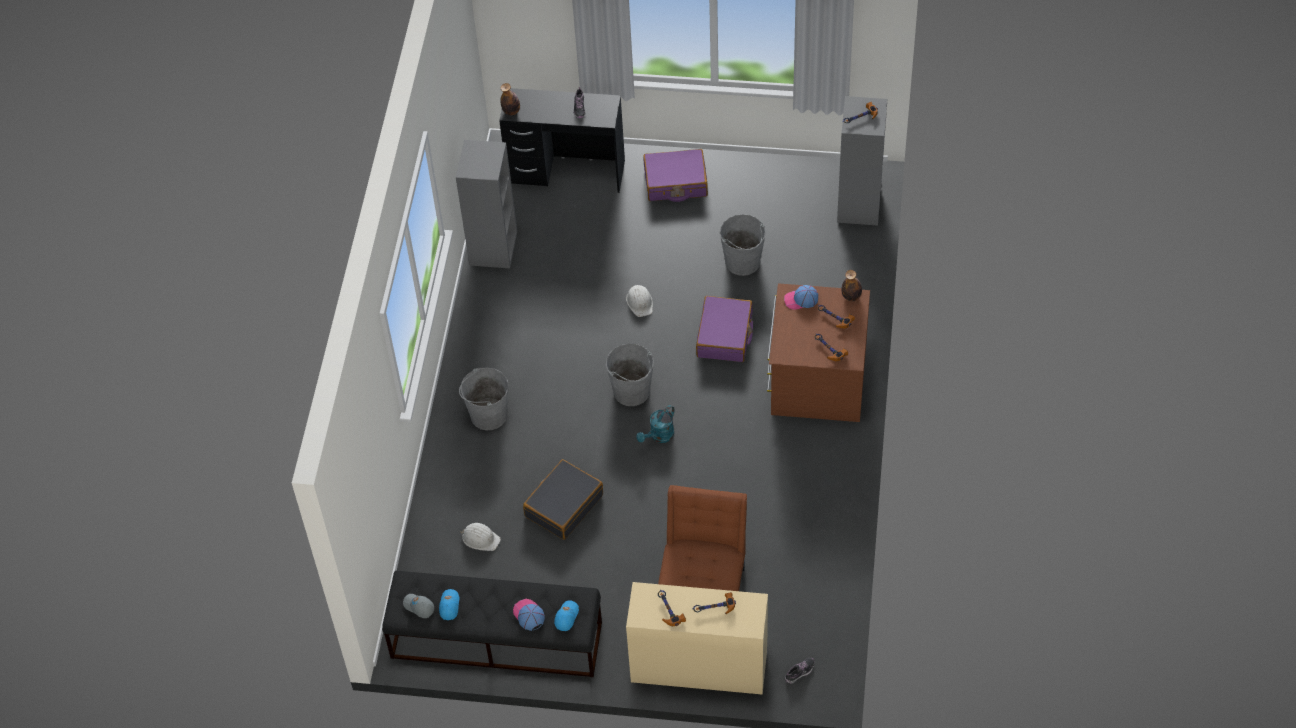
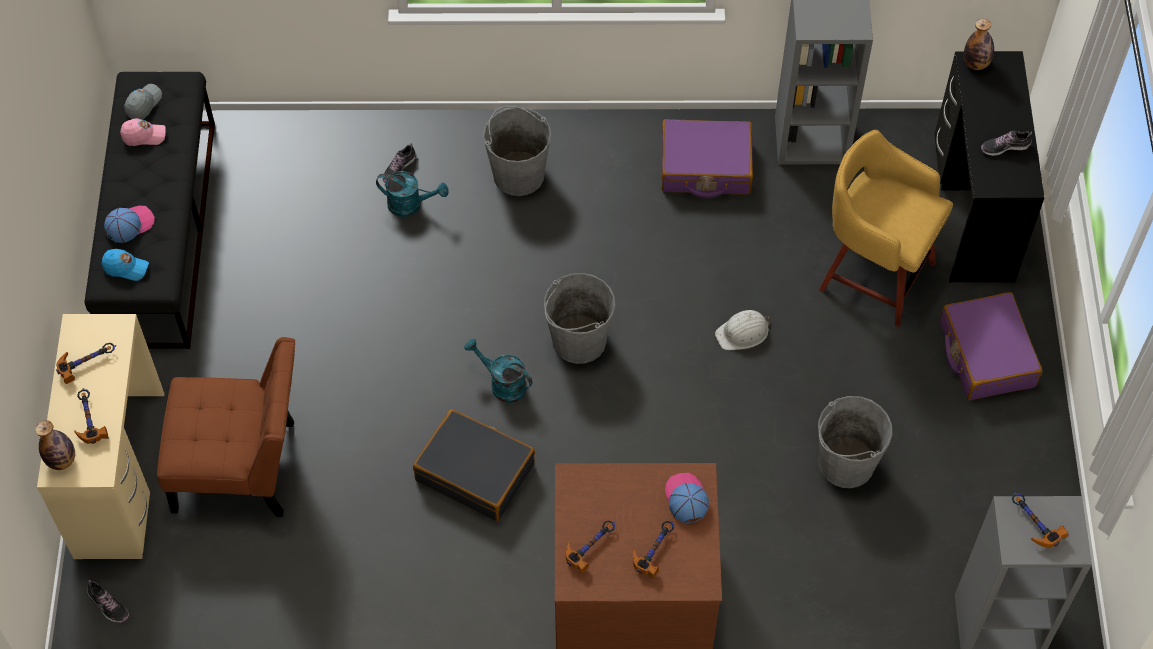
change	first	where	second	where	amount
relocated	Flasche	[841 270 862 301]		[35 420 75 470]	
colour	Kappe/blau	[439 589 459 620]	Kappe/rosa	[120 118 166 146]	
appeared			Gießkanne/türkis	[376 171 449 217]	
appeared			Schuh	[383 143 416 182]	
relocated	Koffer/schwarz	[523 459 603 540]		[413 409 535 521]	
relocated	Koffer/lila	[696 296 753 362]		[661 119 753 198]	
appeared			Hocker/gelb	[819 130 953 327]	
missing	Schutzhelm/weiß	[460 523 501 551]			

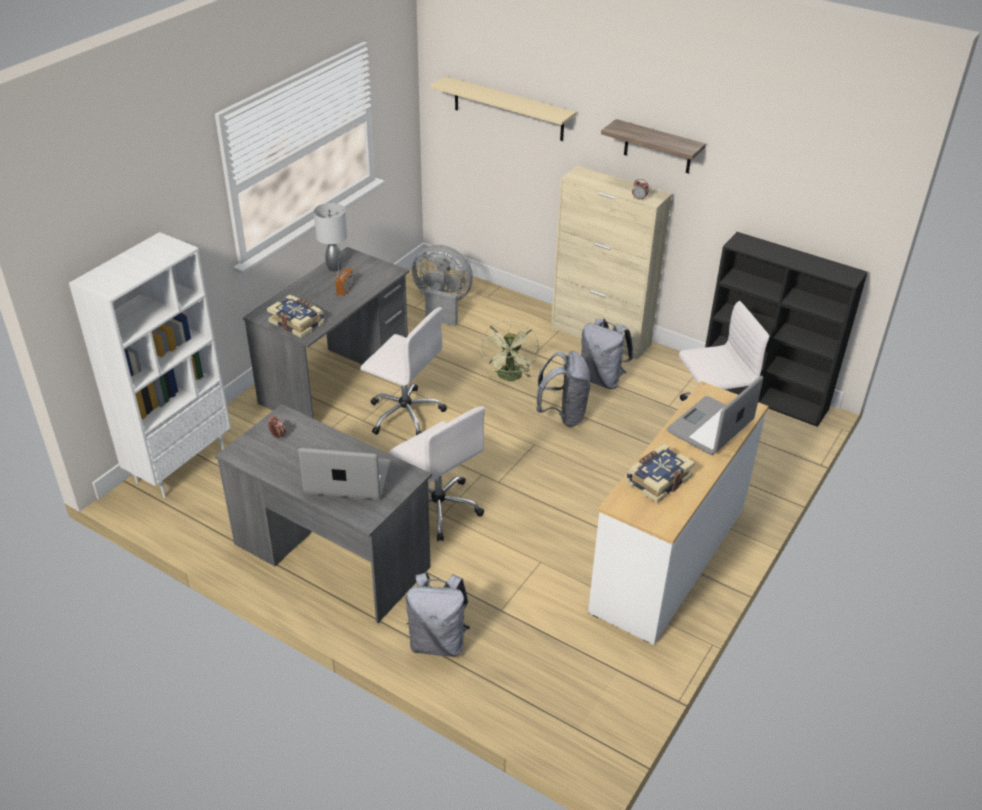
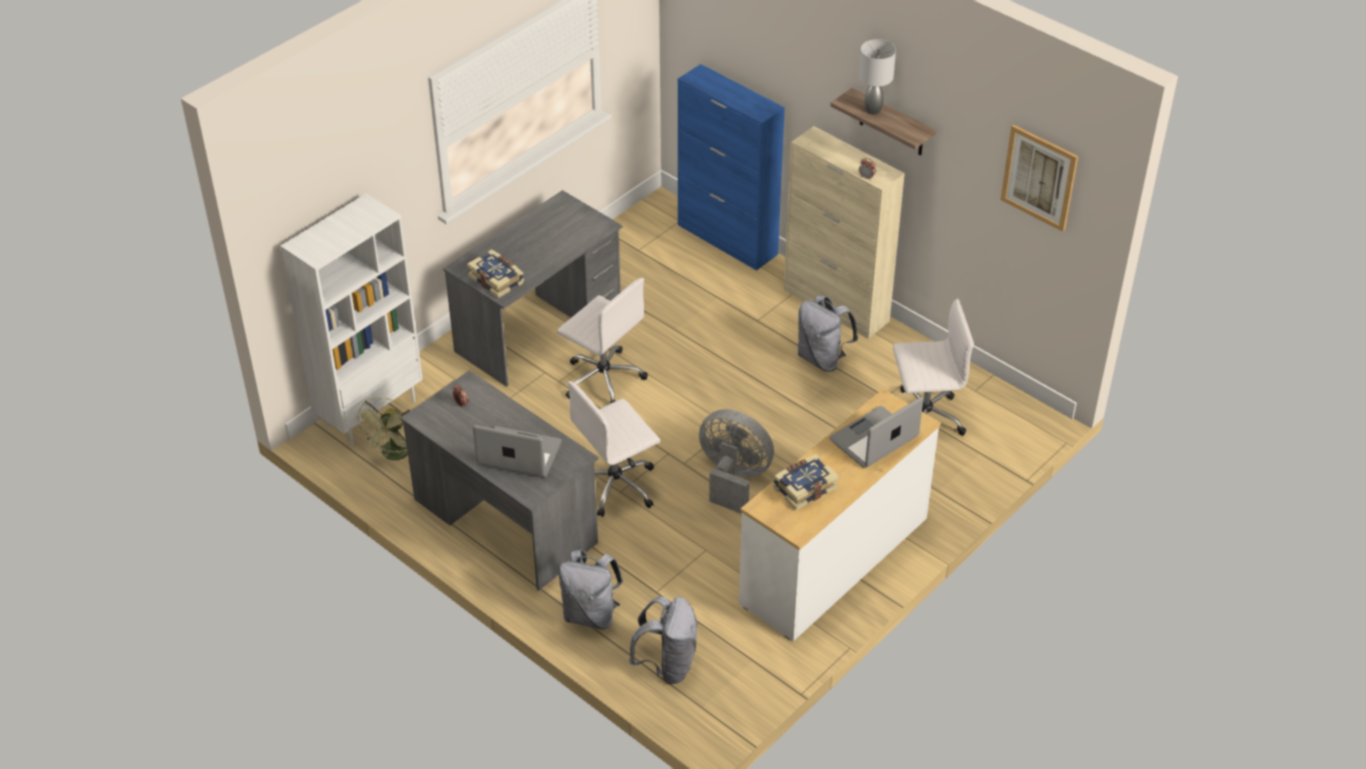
change	first	where	second	where	amount
relocated	Ventilator/grün	[481 320 539 381]		[355 397 410 460]	
spun	Bürostuhl/weiß	[389 406 485 542]		[567 381 660 517]	90 degrees clockwise
relocated	Rucksack/grau	[536 351 591 427]		[629 596 698 684]	
appeared			Schrank/blau	[678 64 785 271]	
relocated	Ventilator/grau	[412 245 473 326]		[699 409 774 514]	
relocated	Tischlampe/grau	[314 203 347 271]		[859 39 896 114]	
appeared			Bild	[1000 125 1078 232]	
missing	Radio	[335 255 354 296]			
missing	Wandregal/beige	[430 76 576 141]			
missing	Bücherregal/schwarz	[705 232 868 427]			

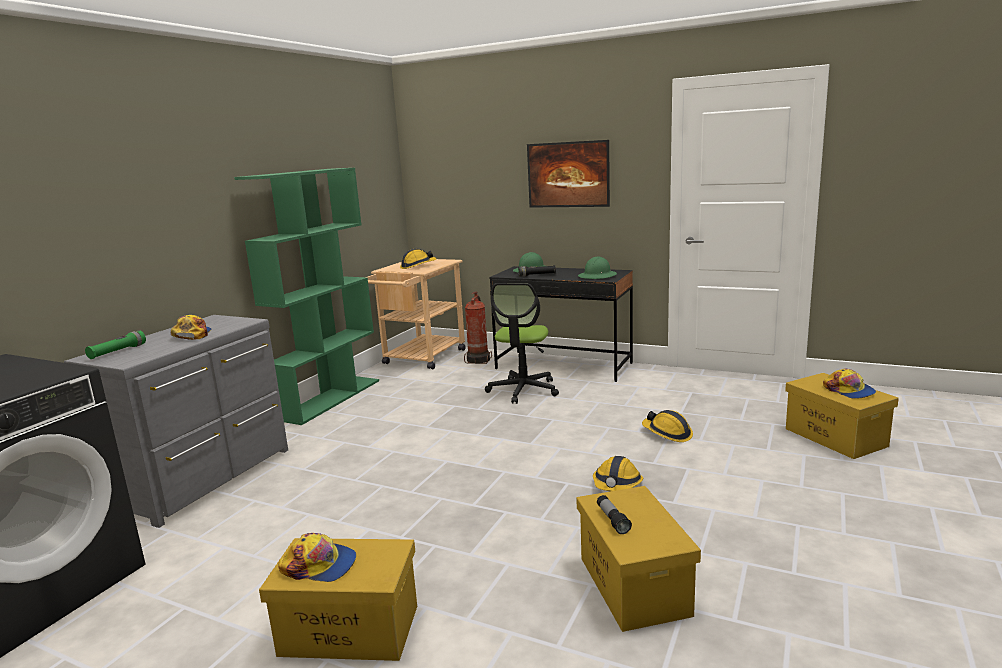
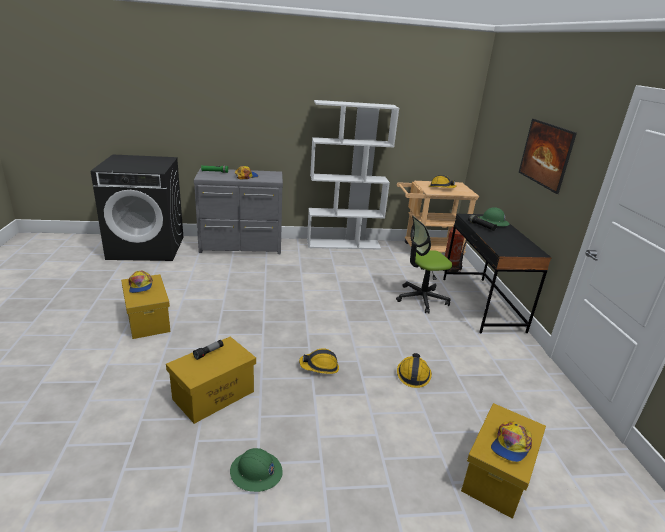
change	first	where	second	where	amount
relocated	Schutzhelm/grün	[578 257 617 279]		[230 448 283 492]	
colour	Bücherregal/grün	[234 168 379 425]	Bücherregal/weiß	[307 100 399 250]	

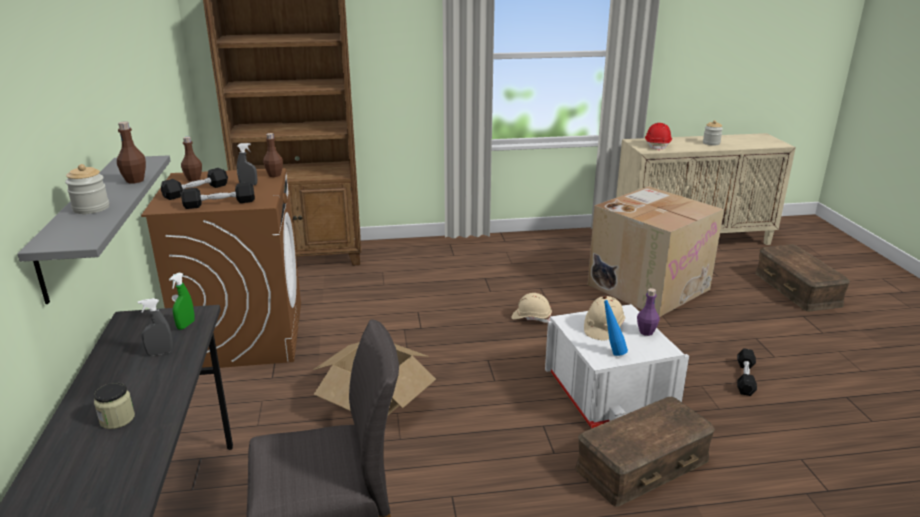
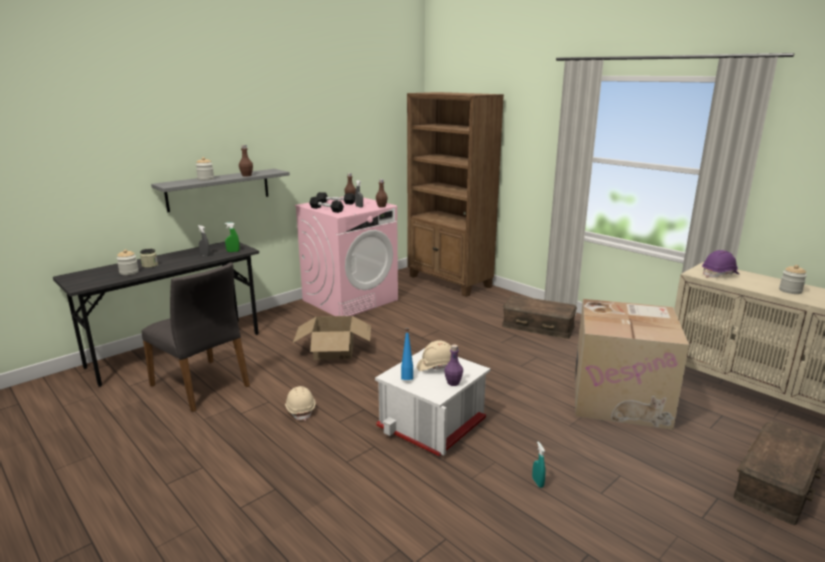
change	first	where	second	where	amount
appeared			Vorratsglas	[116 249 139 275]	
relocated	Schutzhelm/beige	[512 293 552 323]		[285 386 316 421]	
colour	Waschmaschine/braun	[141 168 301 368]	Waschmaschine/rosa	[295 196 398 316]	
relocated	Aufbewahrungsbox/braun	[575 397 715 507]		[502 295 577 339]	
exchanged	Hantel/schwarz	[737 348 757 396]	Sprühflasche/türkis	[532 442 546 488]	
colour	Schutzhelm/rot	[645 123 672 151]	Schutzhelm/lila	[702 250 739 278]	

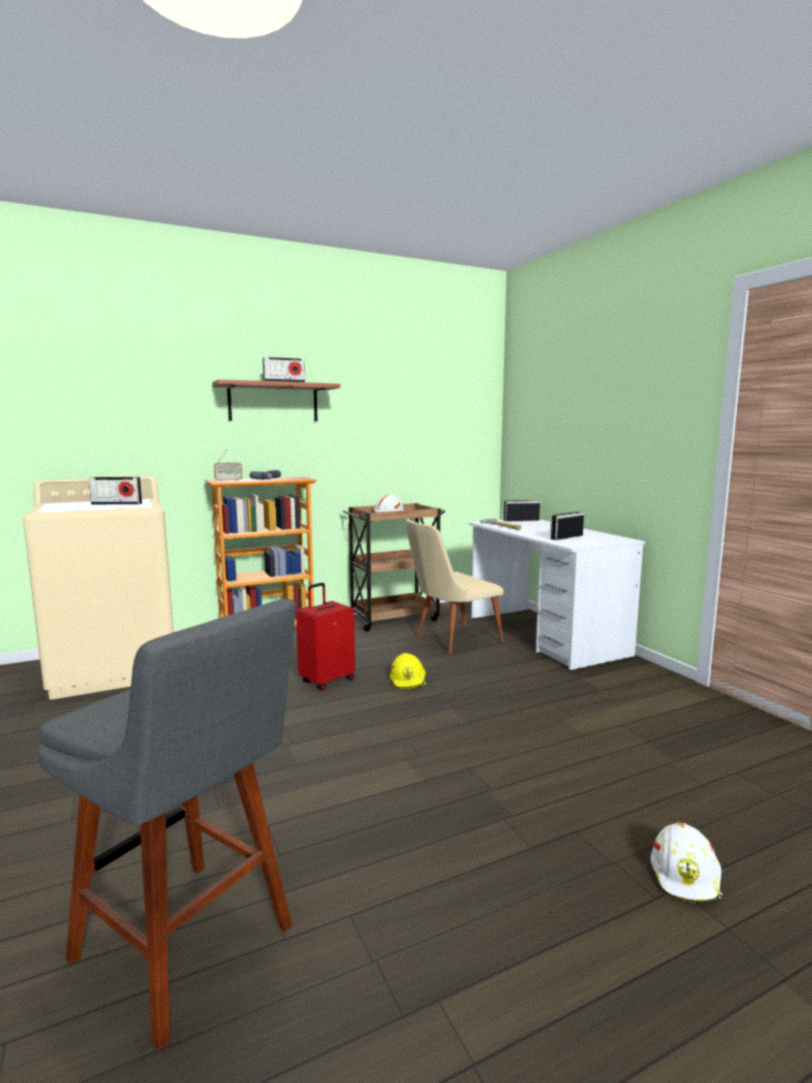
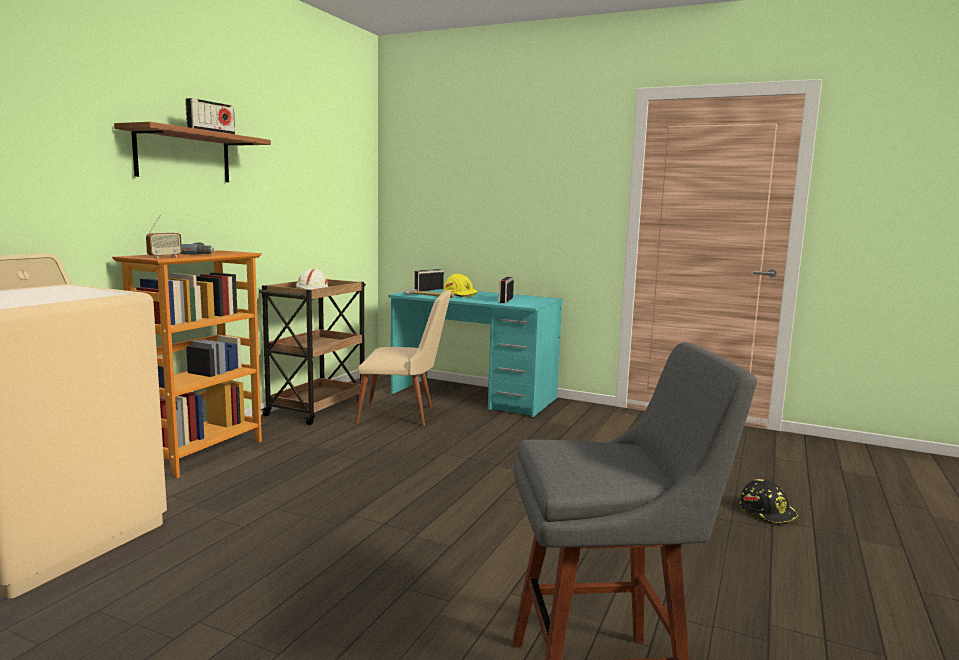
change	first	where	second	where	amount
spun	Stuhl/beige	[405 520 504 654]		[355 290 451 426]	105 degrees counterclockwise
colour	Schreibtisch/weiß	[469 519 645 671]	Schreibtisch/türkis	[388 288 563 418]	
relocated	Schutzhelm/gelb	[390 653 426 689]		[444 274 478 297]	
colour	Schutzhelm/weiß	[651 822 723 902]	Schutzhelm/schwarz	[740 479 798 525]	
missing	Radio	[89 477 142 505]			
missing	Koffer/rot	[296 583 355 690]			

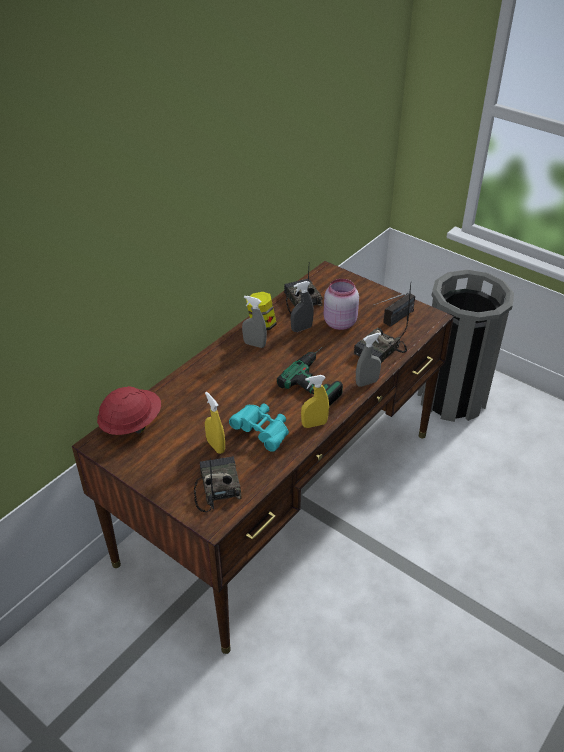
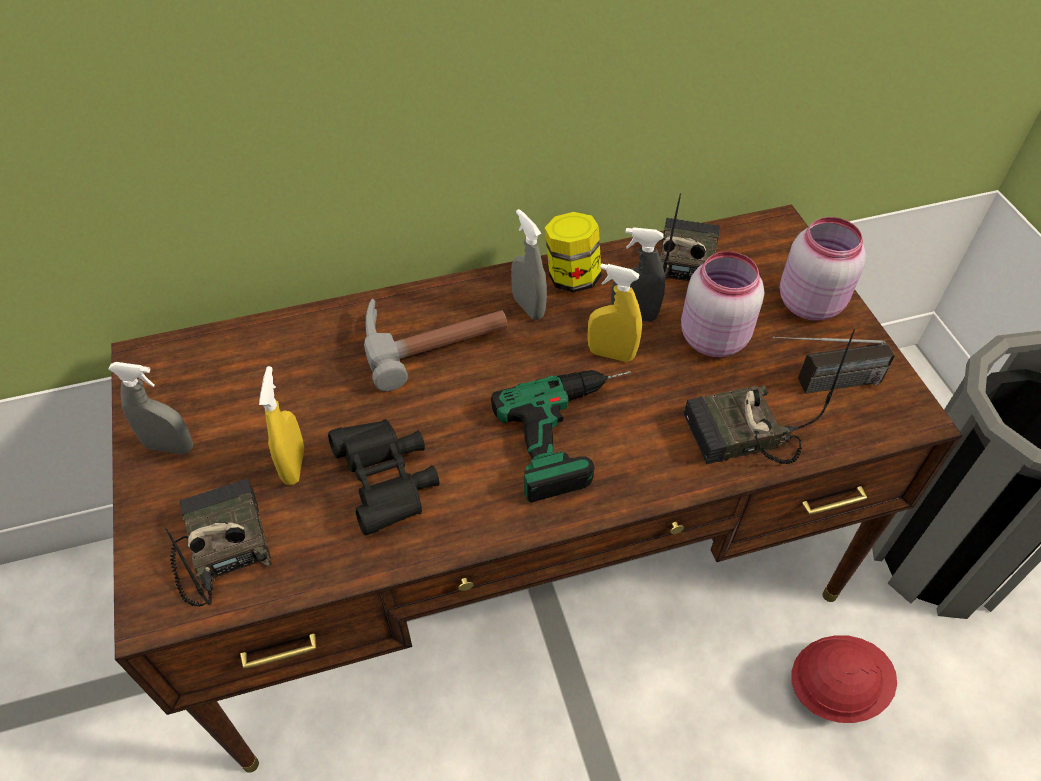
change	first	where	second	where	amount
relocated	Sprühflasche/grau	[356 332 382 387]		[108 362 193 454]	
spun	Radio	[194 456 241 512]		[165 478 272 607]	45 degrees counterclockwise
colour	Fernglas/türkis	[229 404 289 452]	Fernglas/schwarz	[328 419 439 535]	
appeared			Hammer	[364 299 507 392]	
relocated	Sprühflasche/gelb	[301 375 329 428]		[588 263 642 362]	
appeared			Vorratsglas/rosa	[780 217 866 321]	
relocated	Schutzhelm/rot	[97 386 161 435]		[791 635 897 723]	

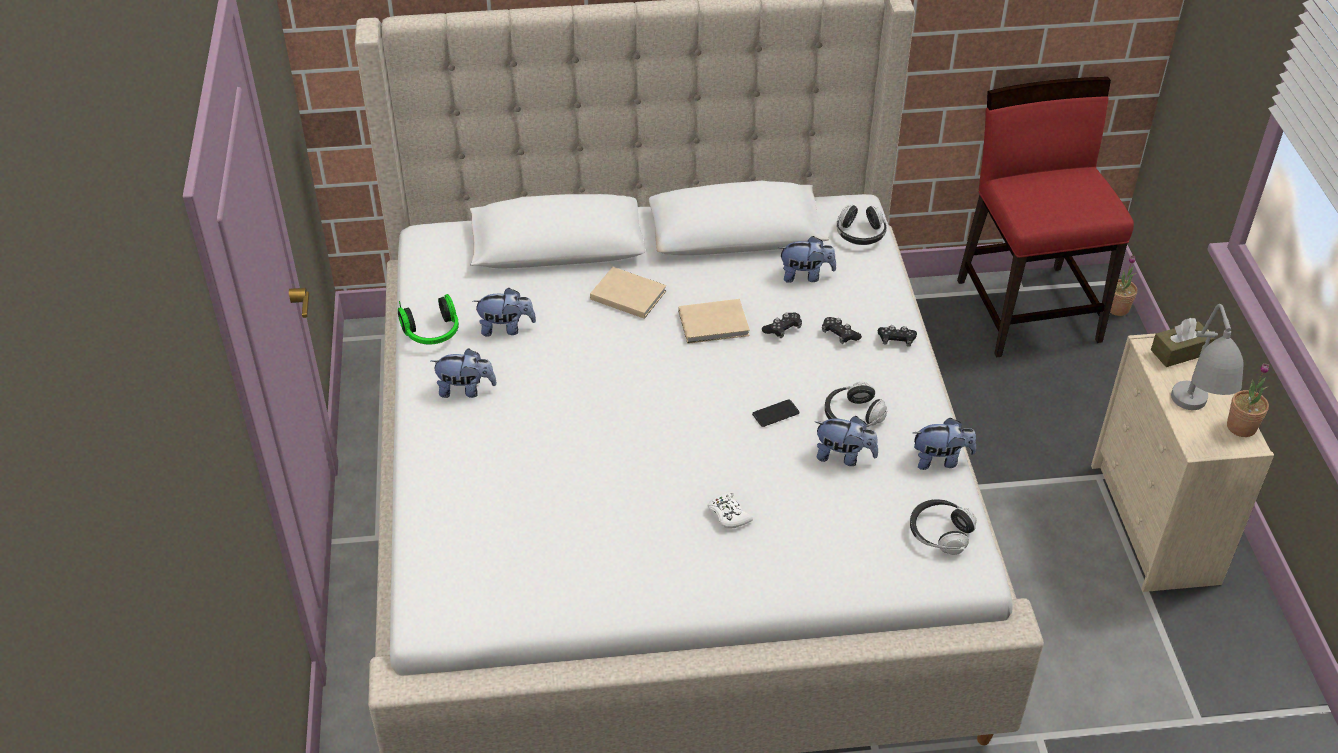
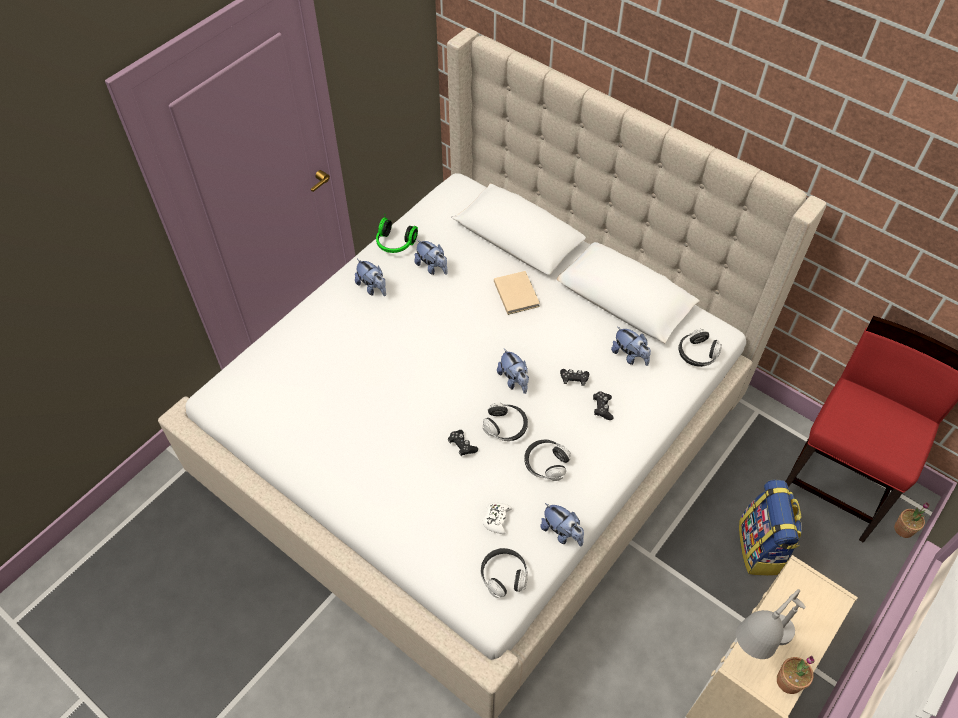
change	first	where	second	where	amount
relocated	Gamepad/schwarz	[878 325 917 347]		[448 430 478 456]	
exchanged	Handy	[752 399 800 427]	Kopfhörer	[482 402 528 441]	
relocated	Gamepad/weiß	[708 492 753 529]		[482 502 512 534]	
relocated	Plüschtier	[815 416 878 466]		[497 348 529 394]	
appeared			Rucksack	[739 479 802 576]	
missing	Buch/beige	[679 299 750 344]			
missing	Taschentuchbox/braun	[1151 318 1215 367]			

